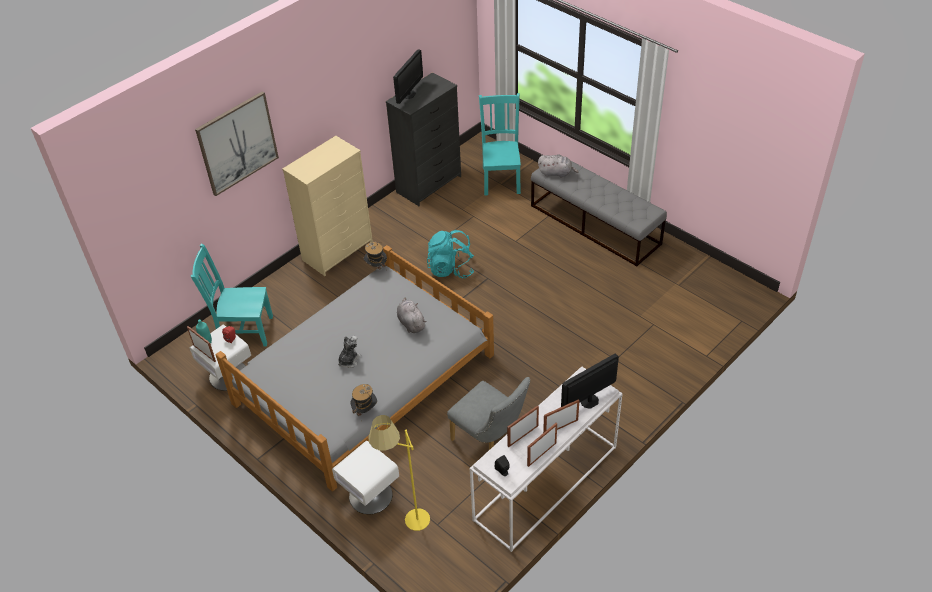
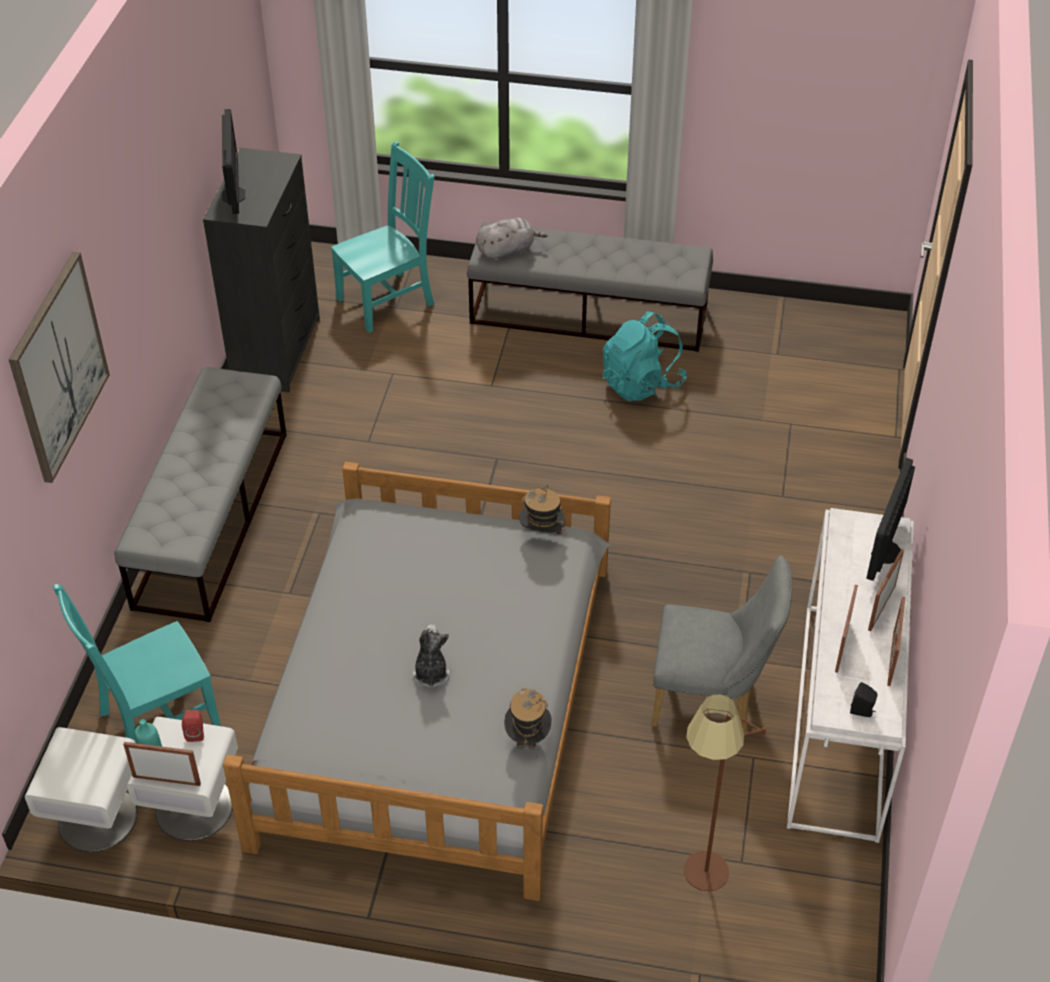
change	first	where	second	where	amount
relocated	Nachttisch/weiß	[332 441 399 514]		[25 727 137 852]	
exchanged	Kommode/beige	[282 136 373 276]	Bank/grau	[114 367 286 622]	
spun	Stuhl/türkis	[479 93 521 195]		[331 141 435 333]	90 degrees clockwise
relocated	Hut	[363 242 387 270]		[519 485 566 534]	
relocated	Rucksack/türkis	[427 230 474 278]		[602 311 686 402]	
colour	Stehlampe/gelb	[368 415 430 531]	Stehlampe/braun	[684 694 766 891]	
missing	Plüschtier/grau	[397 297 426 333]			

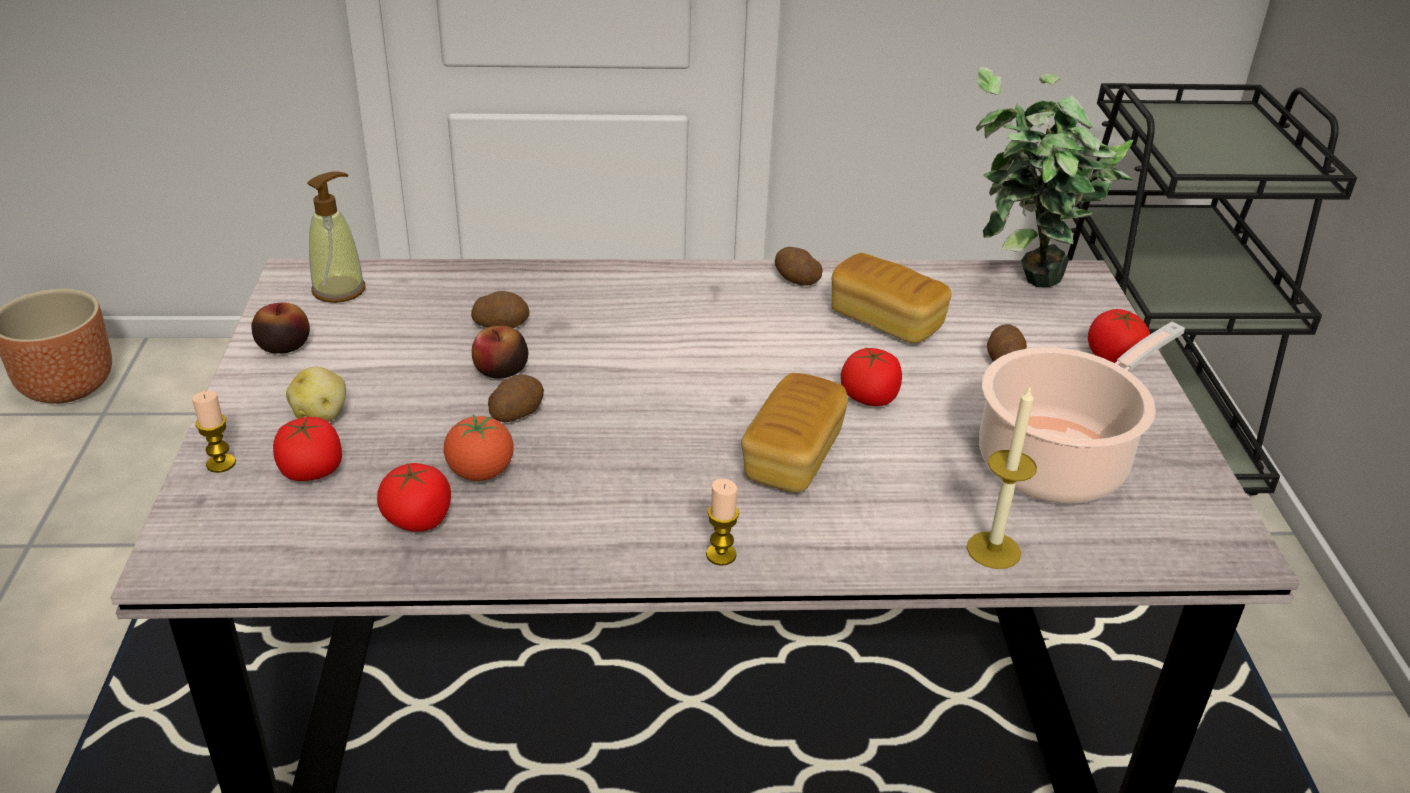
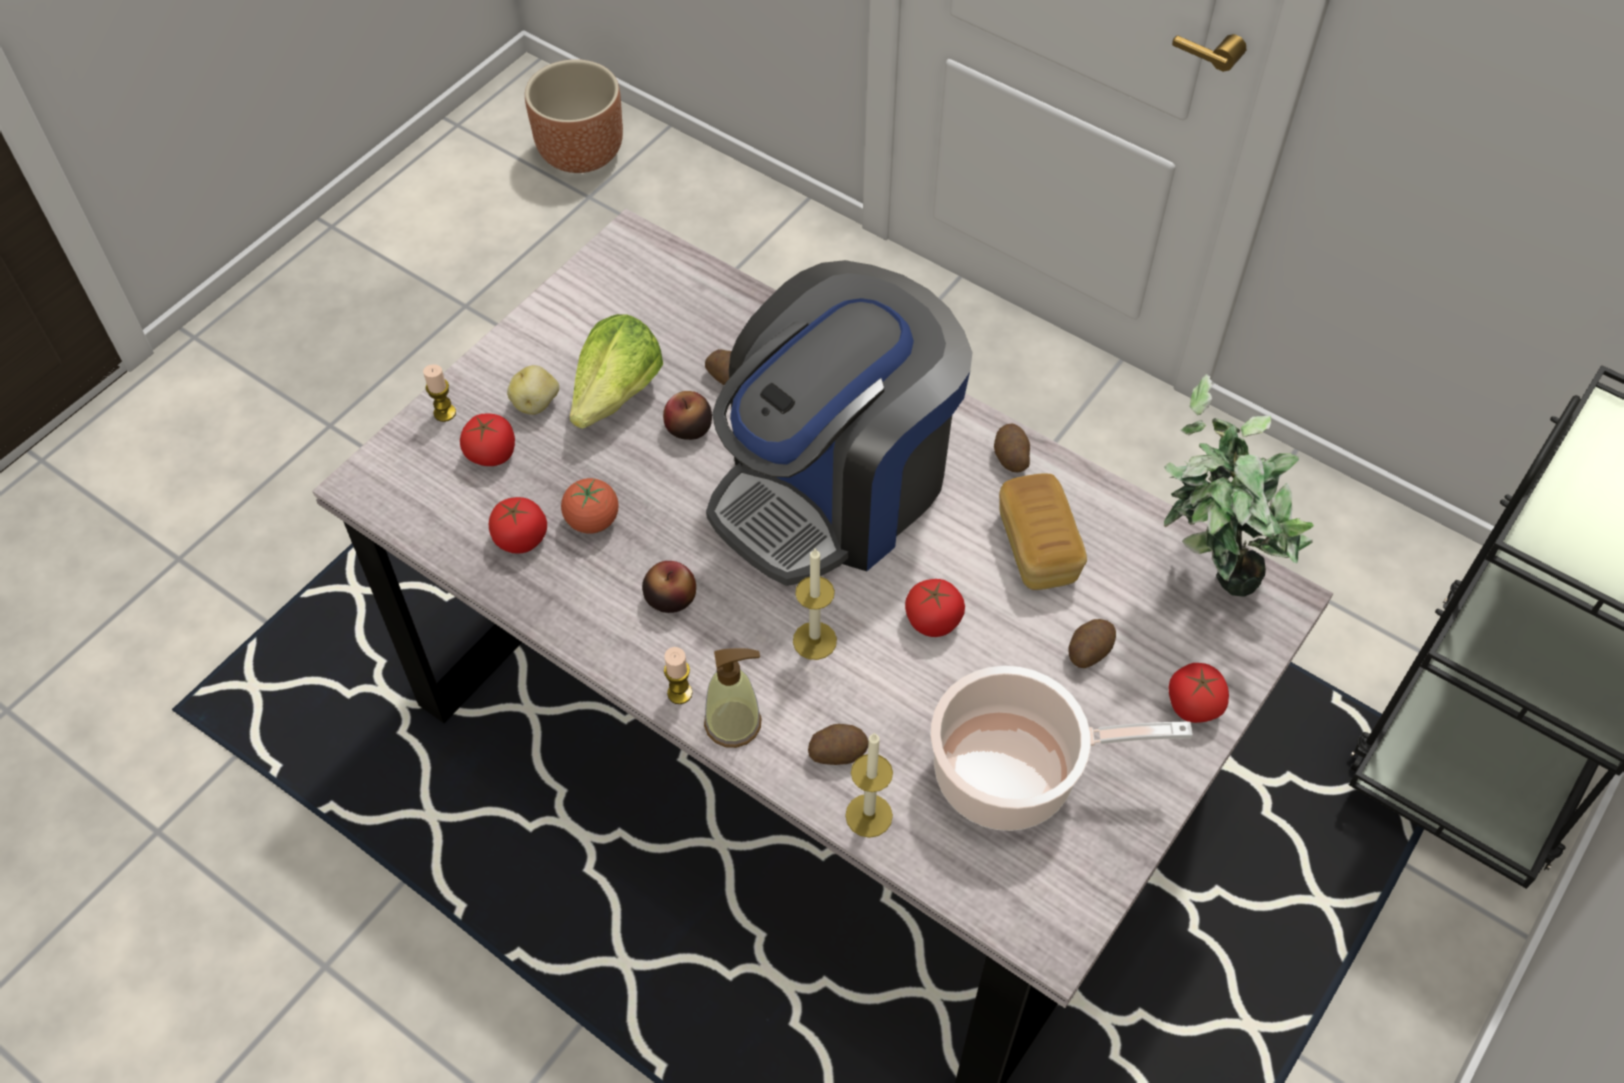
change	first	where	second	where	amount
appeared			Salatkopf	[569 314 663 429]	
relocated	Apfel	[251 303 310 354]		[642 561 696 613]	
relocated	Seifenspender	[307 171 365 303]		[704 648 761 748]	
appeared			Kaffeemaschine	[706 260 973 586]	
exchanged	Brot	[741 373 848 493]	Kerze	[793 549 837 660]	
relocated	Kartoffel	[488 375 544 422]		[808 724 869 765]	

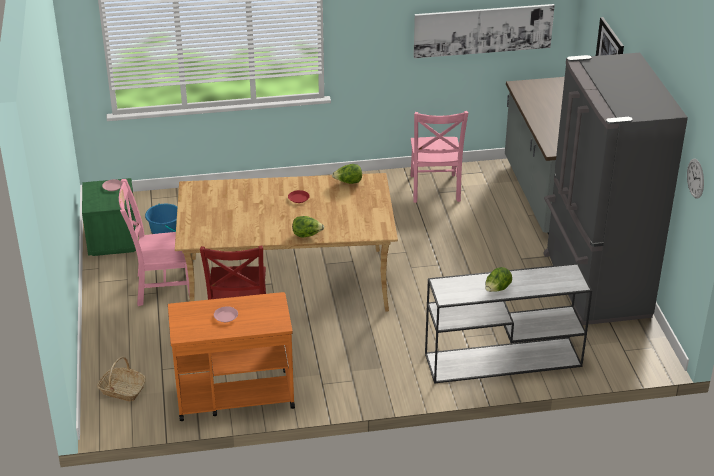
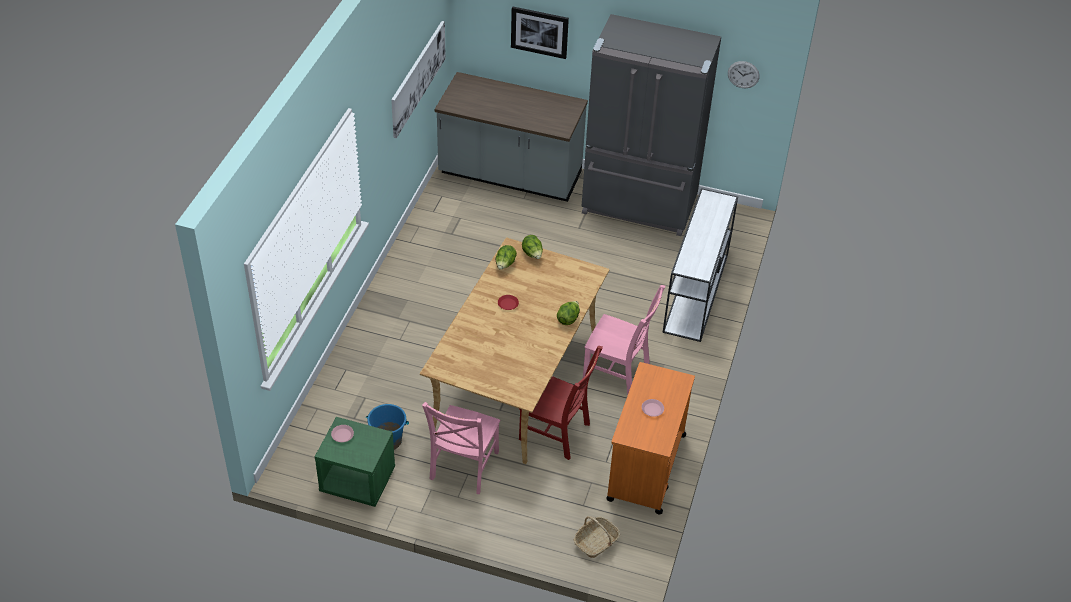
change	first	where	second	where	amount
relocated	Salatkopf	[485 267 512 292]		[522 235 543 259]	
relocated	Stuhl/rosa	[411 111 468 203]		[583 285 665 395]	

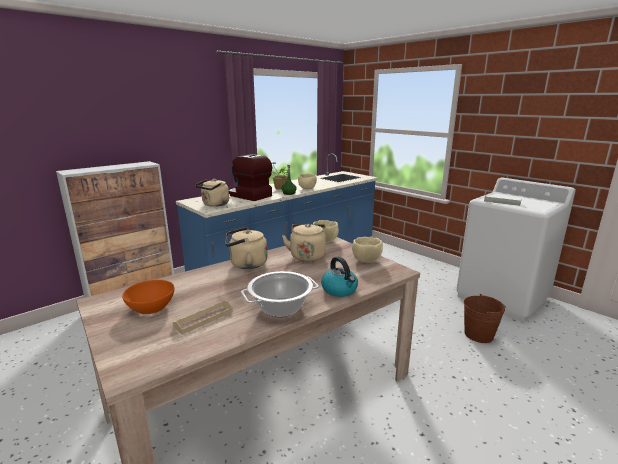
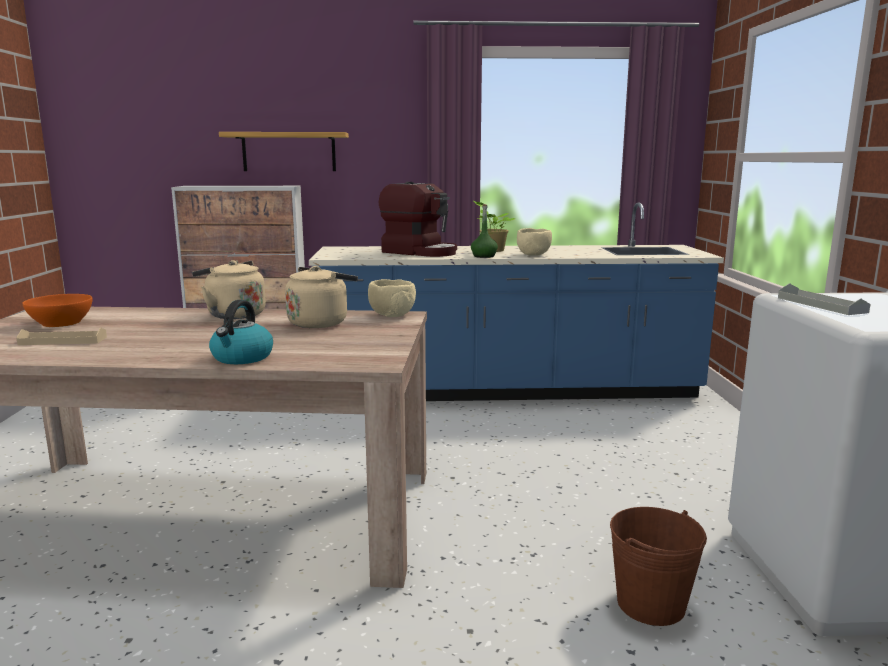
change	first	where	second	where	amount
appeared			Wandregal	[219 132 349 171]	
spun	Kaffeemaschine	[229 154 272 201]		[379 182 457 257]	135 degrees clockwise
missing	Wasserkessel/beige	[195 179 229 207]			
missing	Kochtopf	[241 271 319 317]			
missing	Schüssel/beige	[352 237 383 263]			

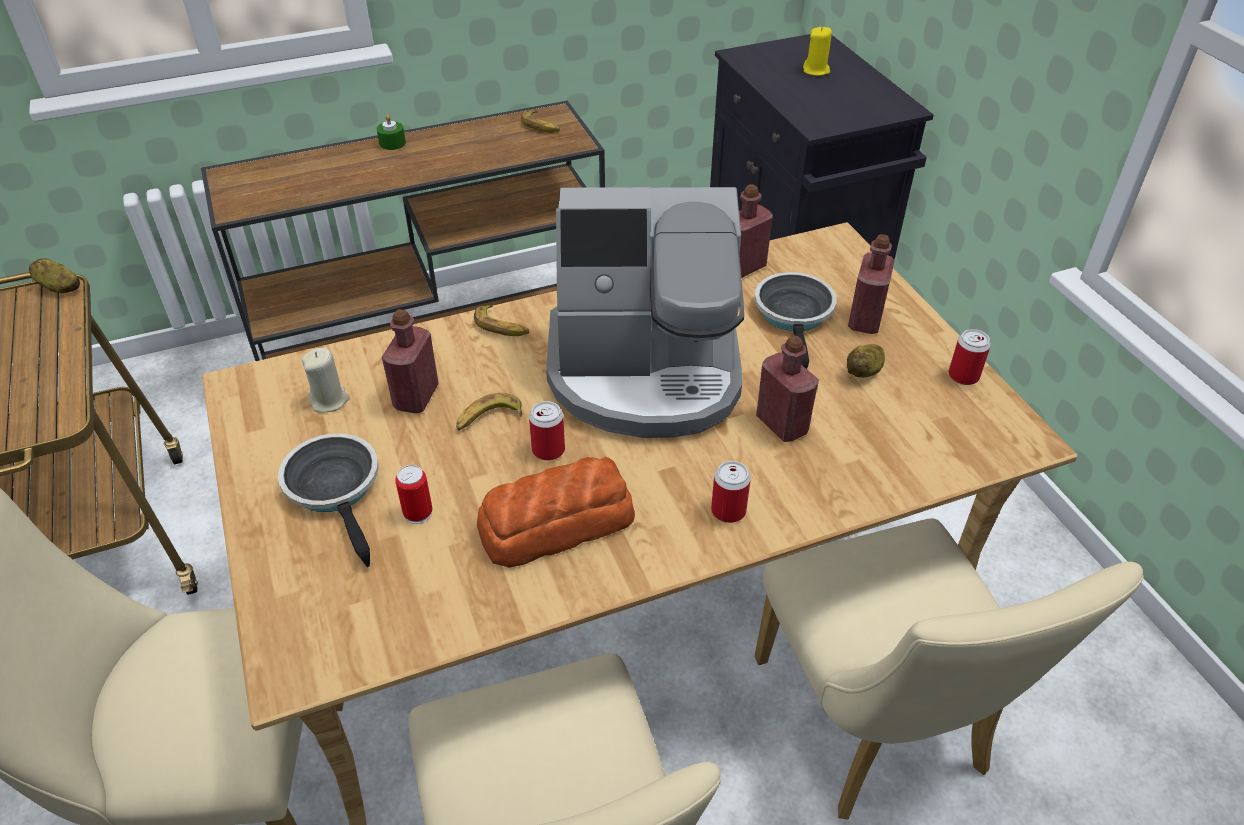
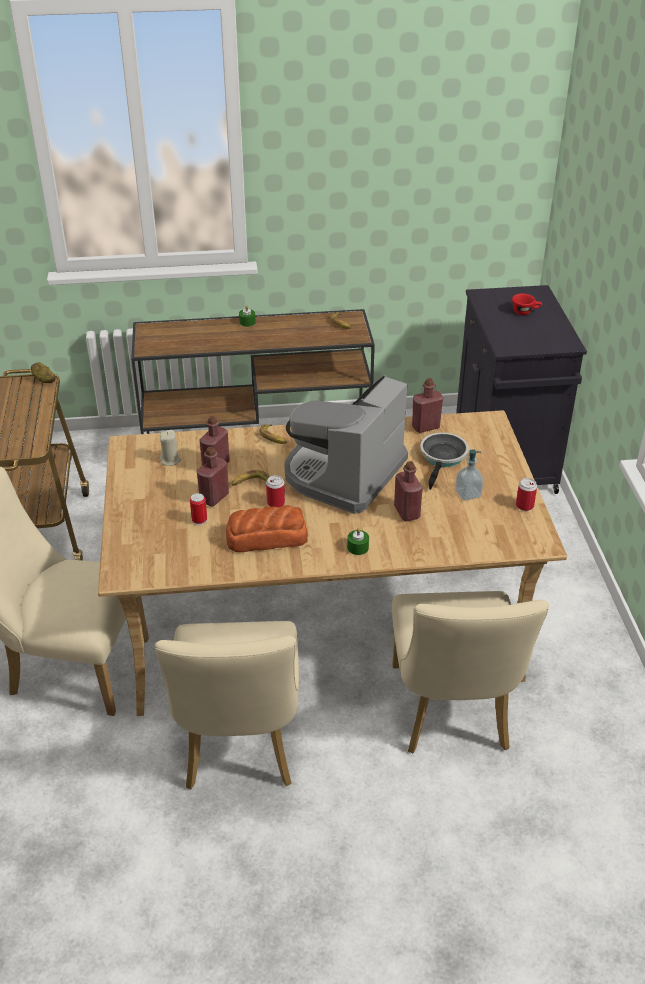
change	first	where	second	where	amount
relocated	Flasche/rot	[848 234 895 334]		[197 447 229 507]	
spun	Kaffeemaschine	[546 187 744 438]		[284 375 408 514]	105 degrees clockwise
exchanged	Dose	[711 461 751 523]	Kerze/grün	[347 528 369 555]	
exchanged	Kartoffel	[847 344 885 377]	Seifenspender	[455 449 483 501]	
exchanged	Kerze/gelb	[803 26 832 76]	Tasse/rot	[512 293 542 315]	
missing	Pfanne	[278 433 379 567]			

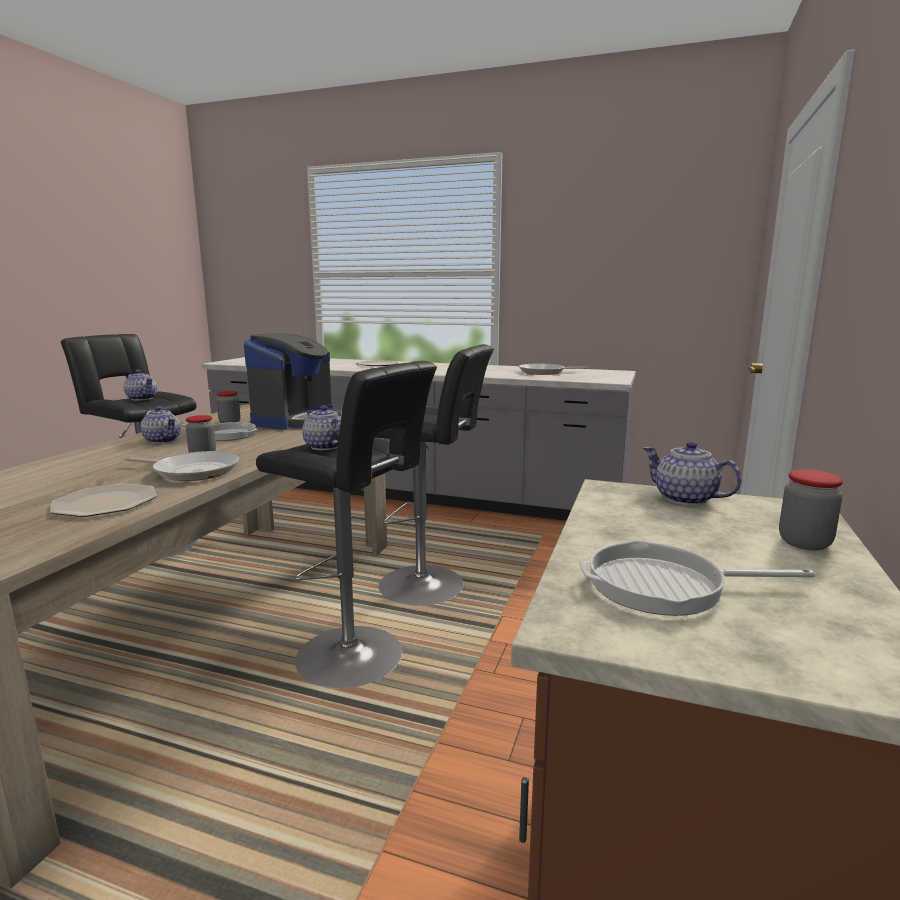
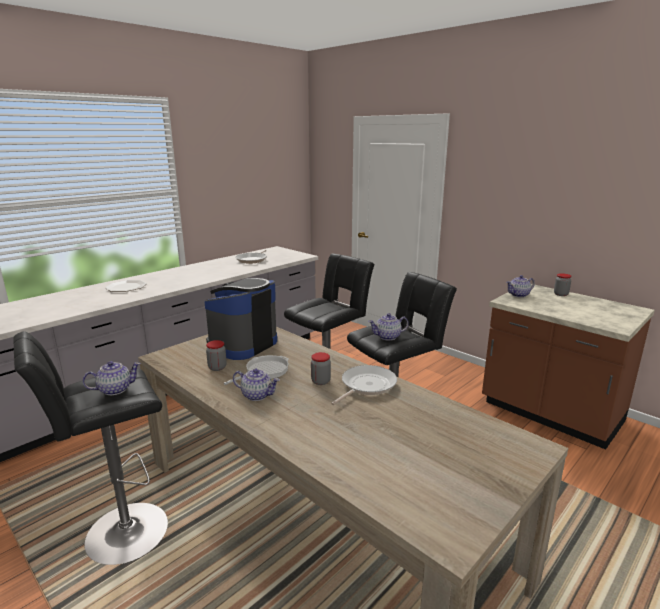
change	first	where	second	where	amount
spun	Kaffeemaschine	[244 333 341 430]		[204 278 277 360]	105 degrees counterclockwise
spun	Teekanne	[141 406 180 444]		[233 368 280 401]	45 degrees clockwise
missing	Teller	[50 483 157 517]			
missing	Pfanne	[579 540 815 616]			

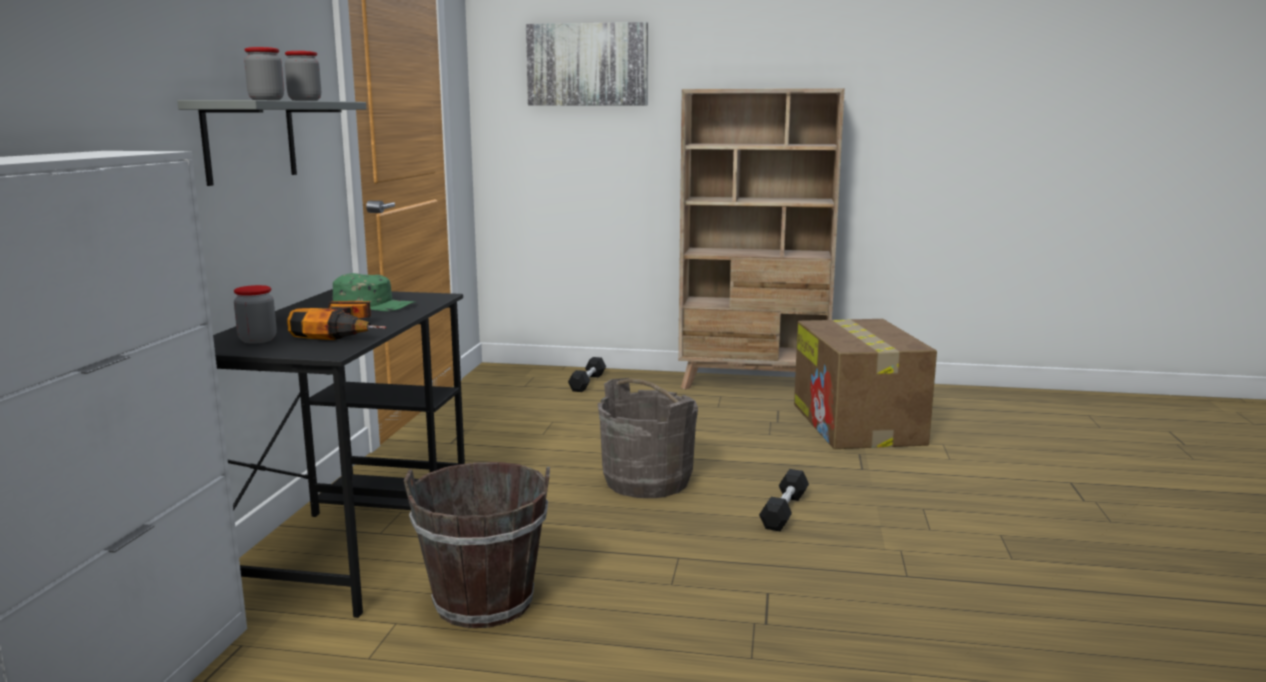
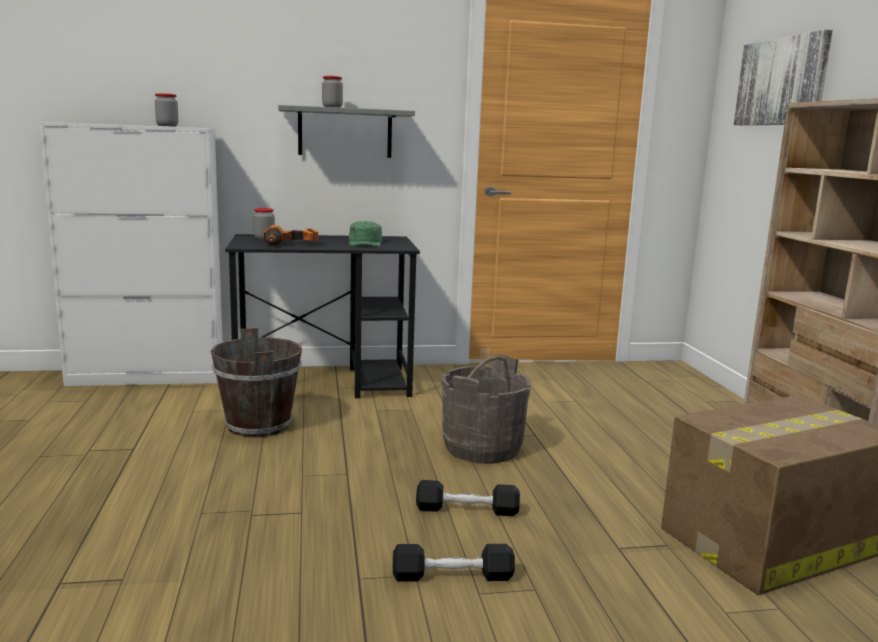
change	first	where	second	where	amount
relocated	Vorratsglas	[285 51 321 101]		[155 93 178 127]	
relocated	Hantel/schwarz	[568 357 606 392]		[393 544 515 582]	

